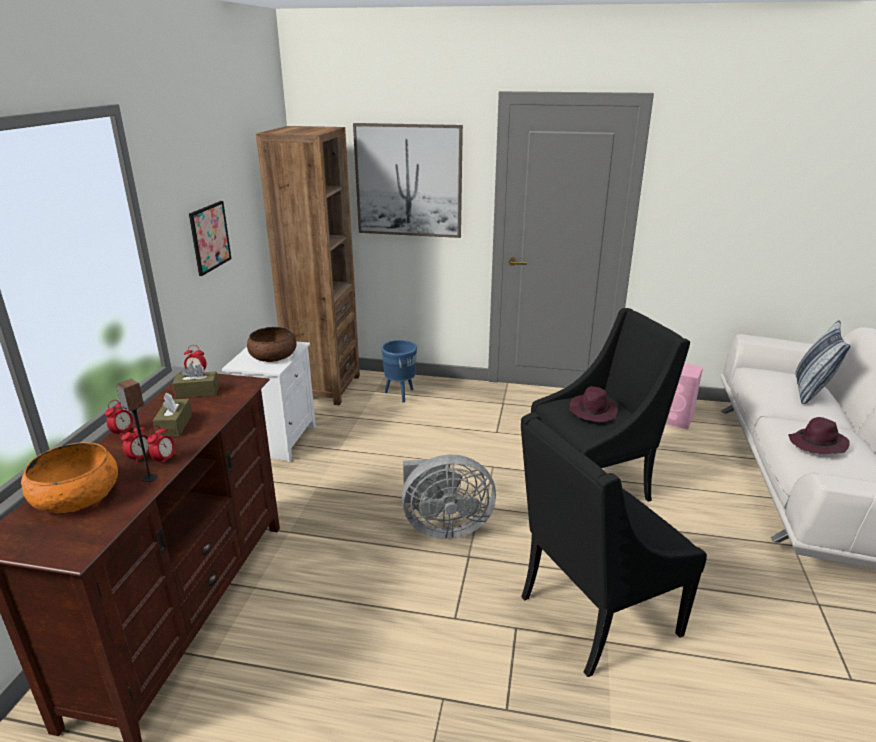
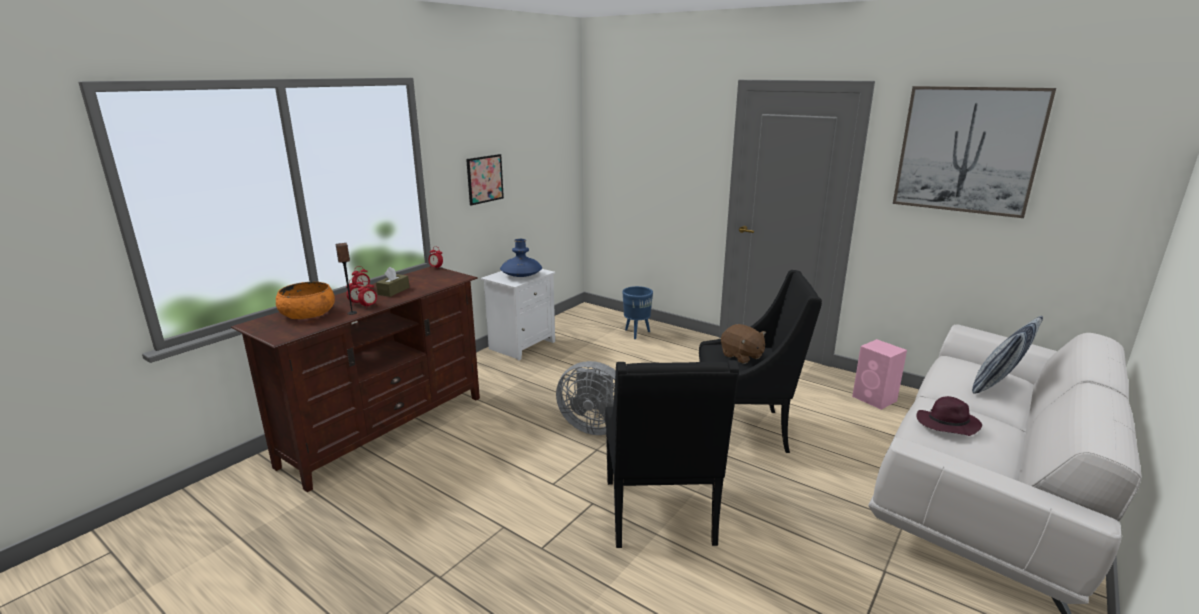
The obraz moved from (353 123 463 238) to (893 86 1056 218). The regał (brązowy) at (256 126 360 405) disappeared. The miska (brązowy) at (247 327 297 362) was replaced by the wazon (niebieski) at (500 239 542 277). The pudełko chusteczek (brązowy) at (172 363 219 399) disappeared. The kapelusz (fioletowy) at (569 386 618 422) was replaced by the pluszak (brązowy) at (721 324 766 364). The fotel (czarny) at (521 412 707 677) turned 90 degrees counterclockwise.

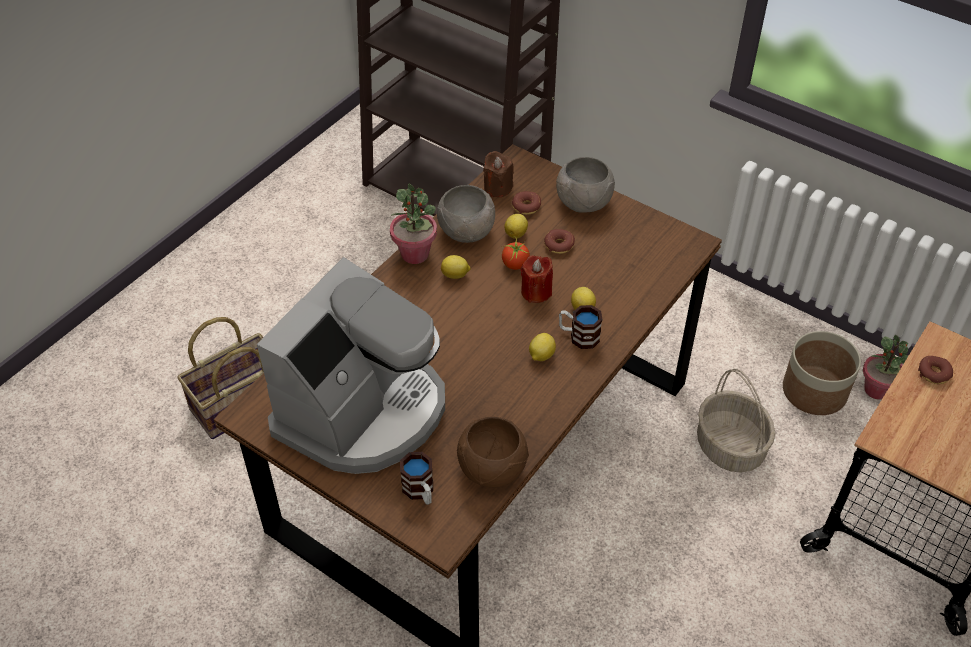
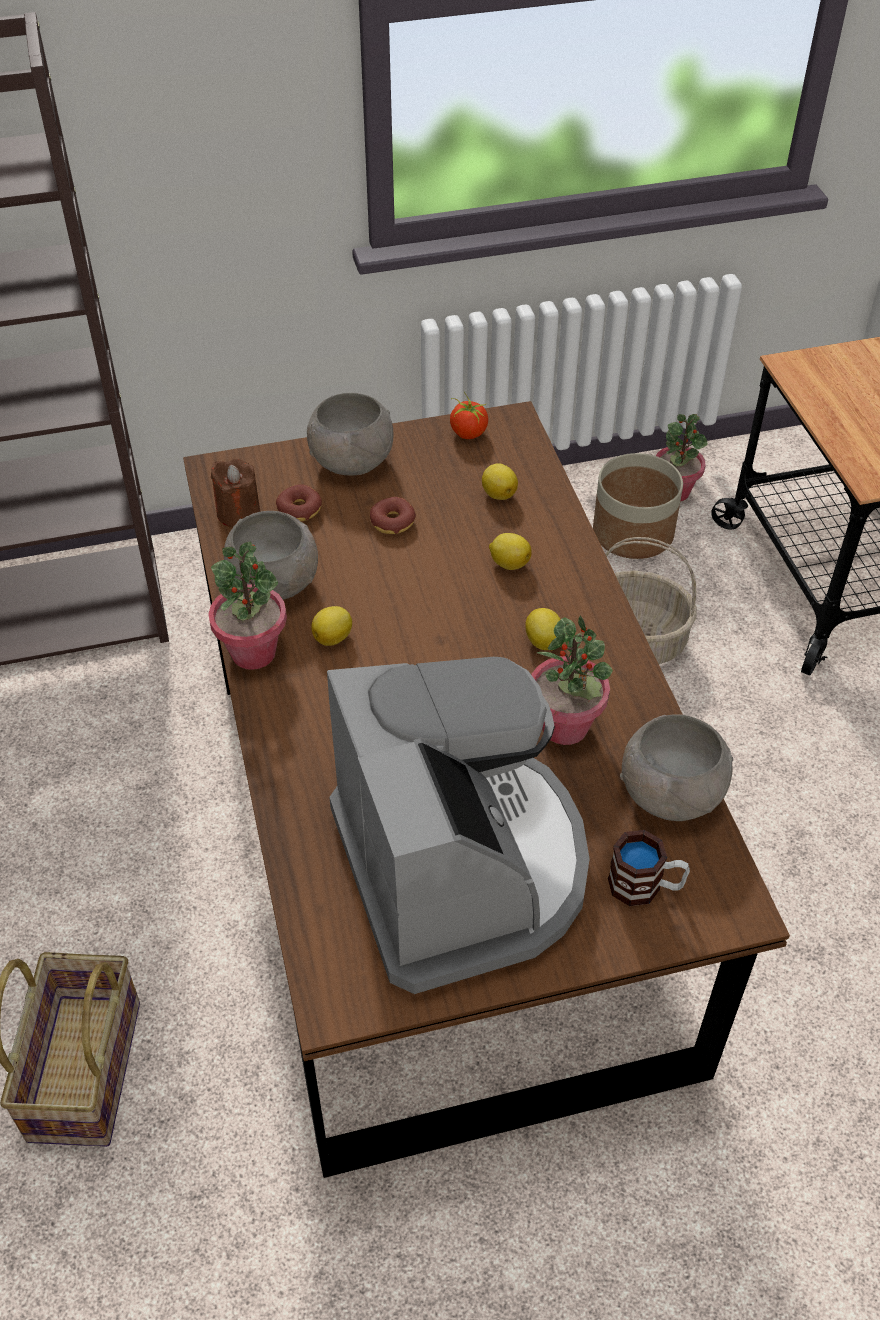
The cytryna moved from (504 214 528 239) to (482 463 518 500). The pomidor moved from (502 236 530 270) to (450 391 488 439). The świeca (czerwony) at (520 255 553 303) disappeared. The kubek at (559 305 602 349) disappeared. The donut at (918 356 953 384) disappeared. The miska (brązowy) at (457 417 529 488) became the miska (szary) at (620 714 733 821). The roślina doniczkowa at (531 615 613 745) appeared.

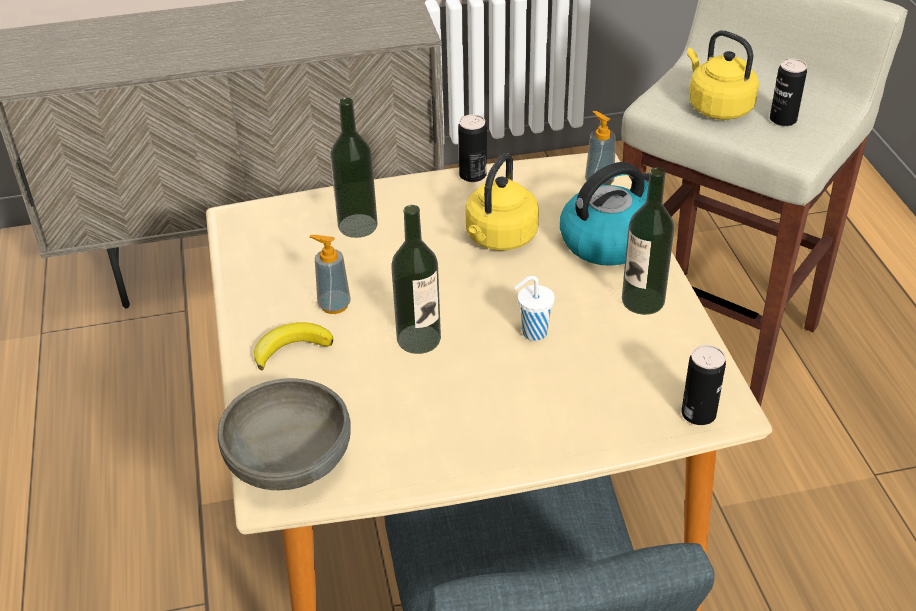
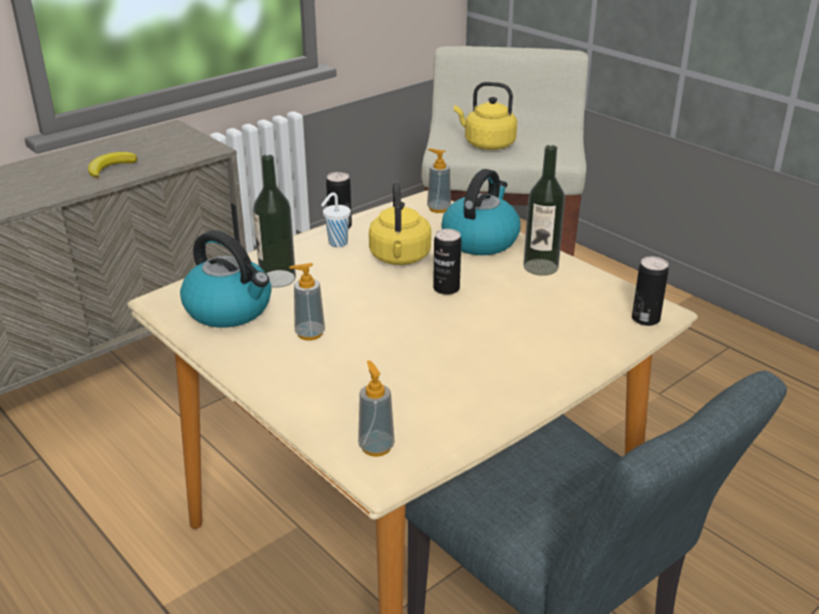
The puszka moved from (770 58 807 126) to (433 229 461 295). The butelka at (391 205 441 354) disappeared. The filiżanka (biały) moved from (514 276 555 341) to (321 192 351 247). The banan moved from (254 322 333 370) to (88 152 137 179). The miska (szary) at (218 378 351 490) was replaced by the dozownik mydła at (358 360 395 457). The czajnik at (180 230 271 328) appeared.

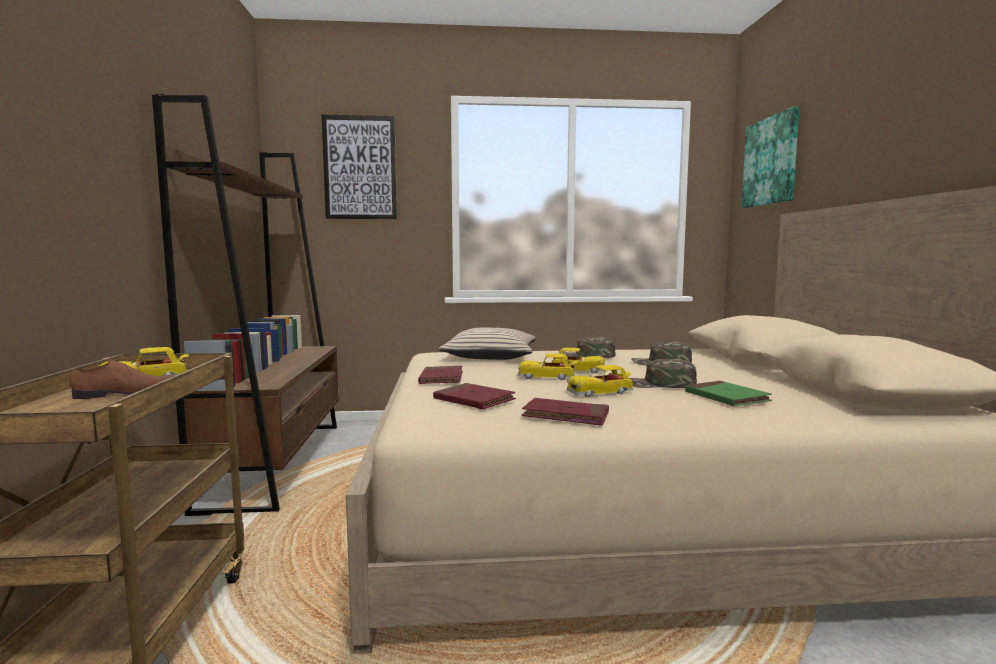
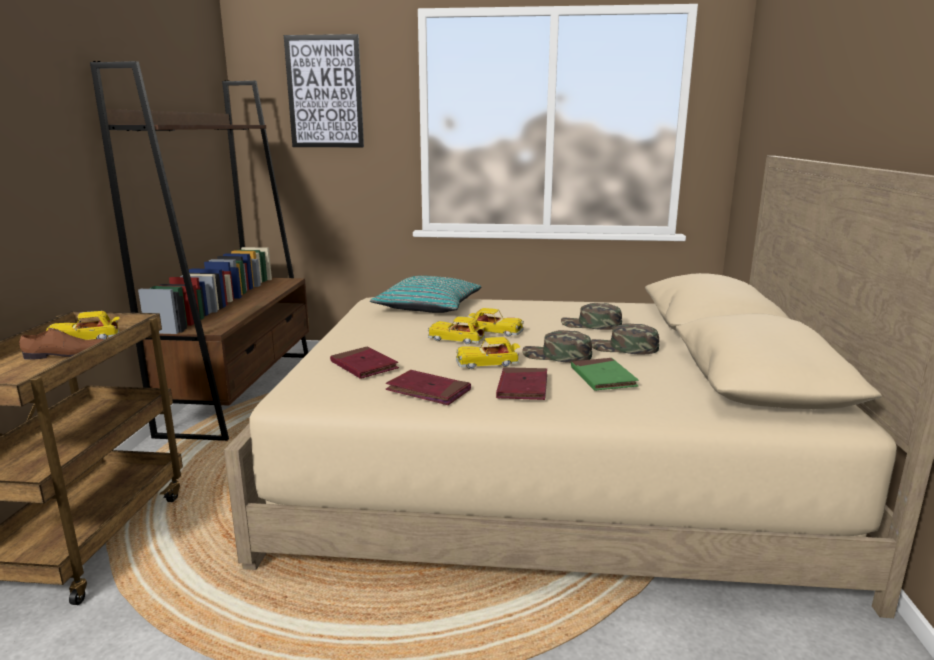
The obraz at (741 106 799 208) disappeared. The poduszka (beżowy) at (438 327 536 360) became the poduszka (turkusowy) at (370 276 481 313). The czapka z daszkiem (zielony) moved from (563 337 616 358) to (591 323 659 355). The książka (czerwony) moved from (418 366 463 384) to (496 367 547 400).

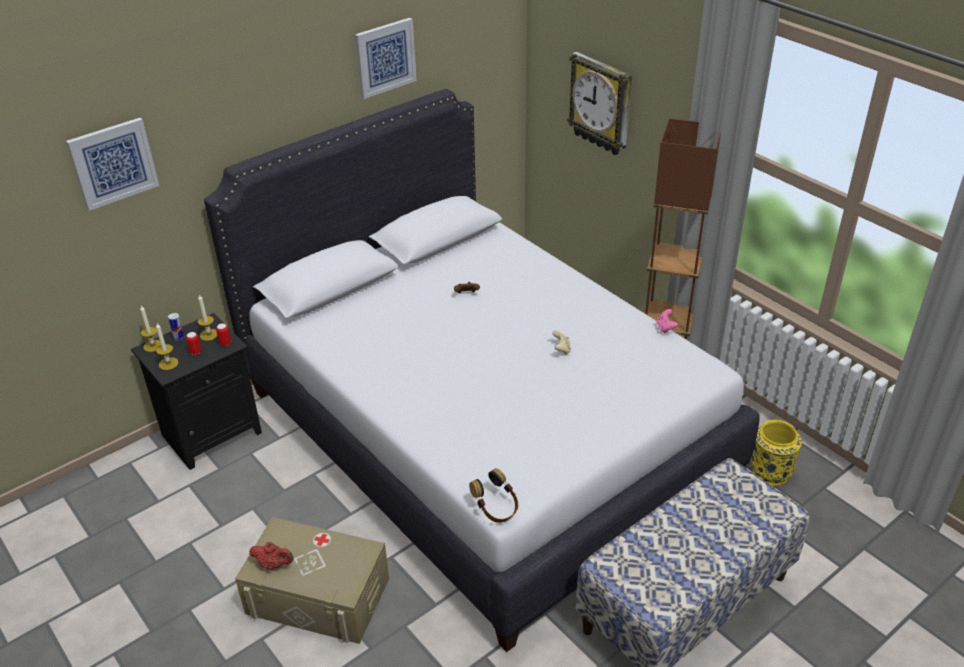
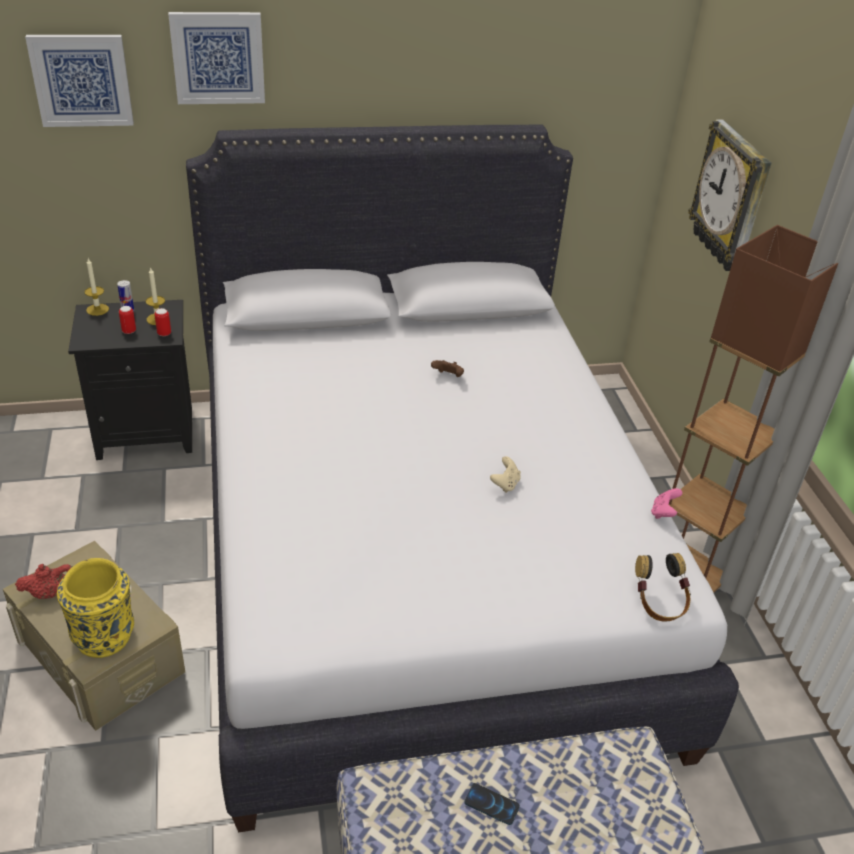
The obraz moved from (355 18 417 99) to (168 12 265 104). The świeca at (156 323 178 370) disappeared. The wazon (żółty) moved from (750 420 802 486) to (57 558 134 658). The słuchawki moved from (469 468 518 523) to (635 553 691 621). The imbryk (czerwony) at (249 542 293 570) turned 60 degrees counterclockwise. The telefon at (464 783 520 825) appeared.

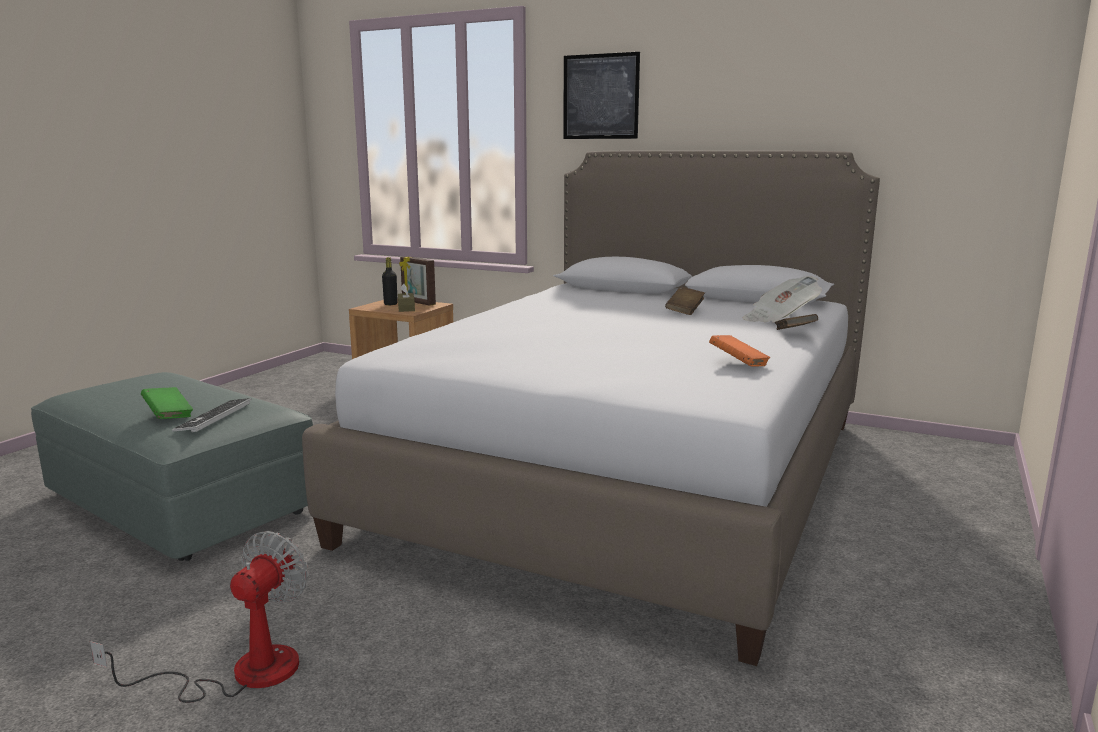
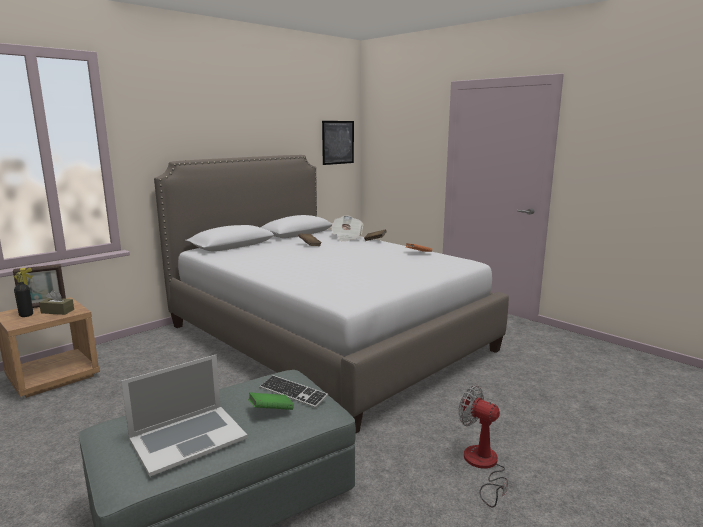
The obraz moved from (563 52 640 139) to (322 121 354 165). The laptop at (121 355 248 476) appeared.

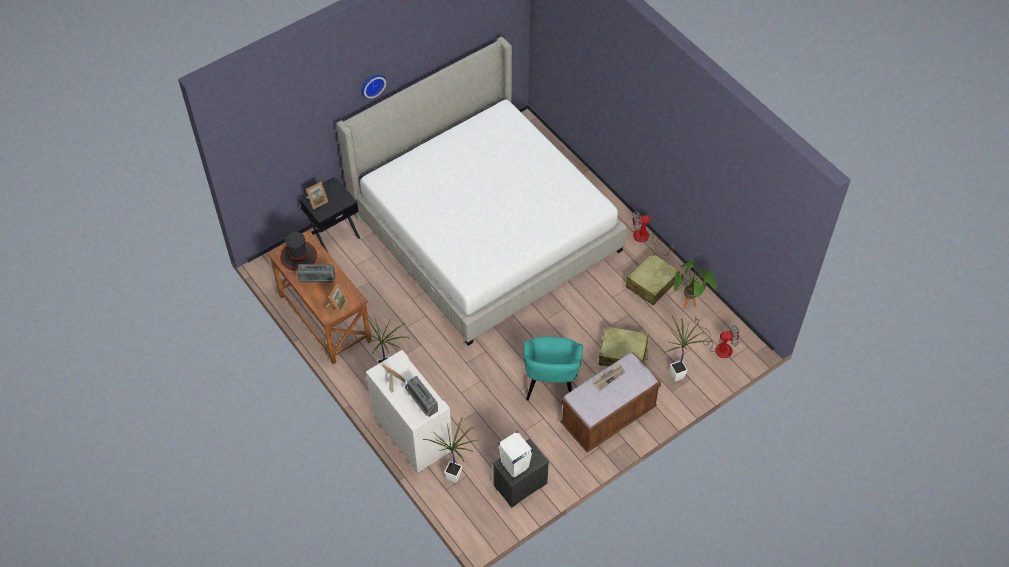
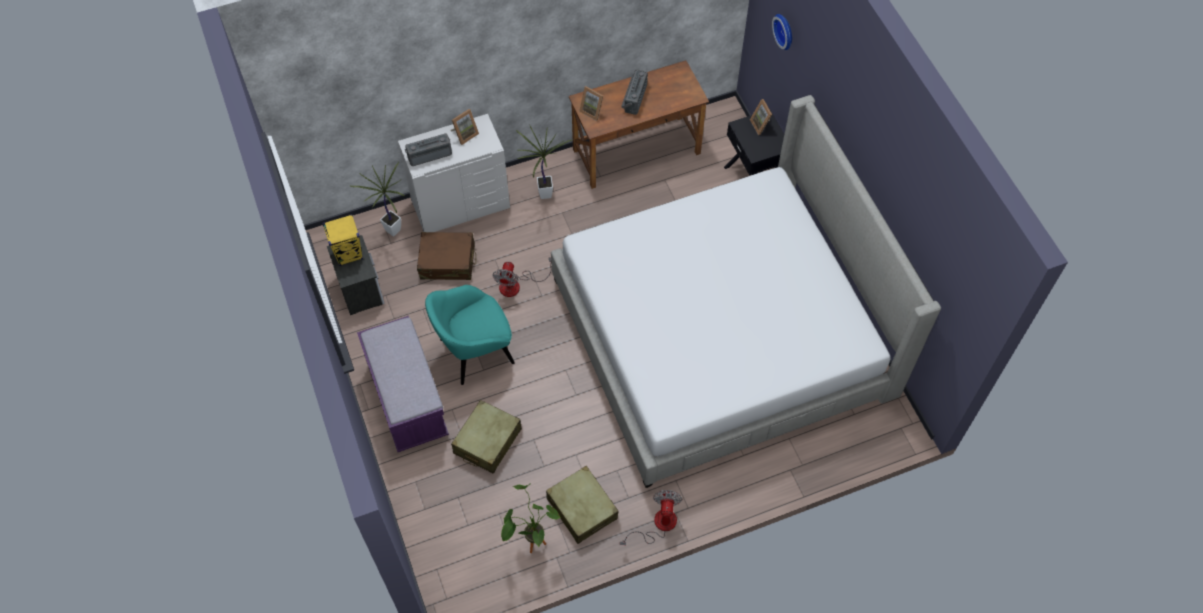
The zegar ścienny moved from (361 74 386 99) to (772 14 792 50). The kapelusz at (280 232 317 271) disappeared. The roślina doniczkowa at (663 316 712 382) disappeared. The wentylator moved from (695 317 740 358) to (492 257 551 297). The fotel (turkusowy) at (524 336 583 400) turned 45 degrees counterclockwise. The ławka (brązowy) at (560 352 661 453) became the ławka (fioletowy) at (357 316 449 452). The gazeta at (592 363 625 391) disappeared. The głośnik (biały) at (498 431 533 479) became the głośnik (żółty) at (322 214 363 266). The walizka (brązowy) at (417 232 476 280) appeared.

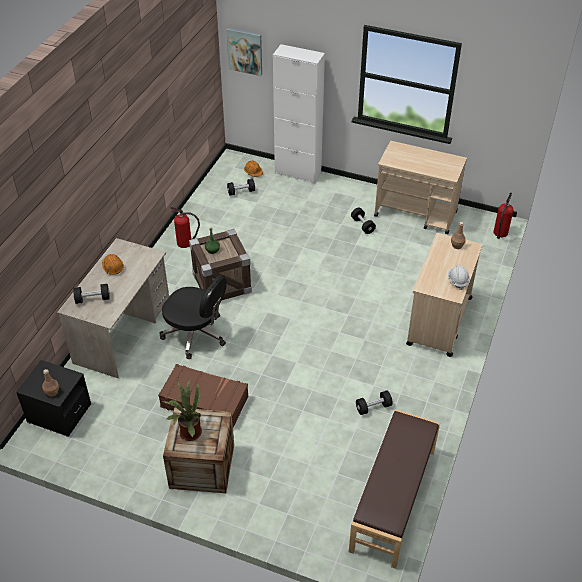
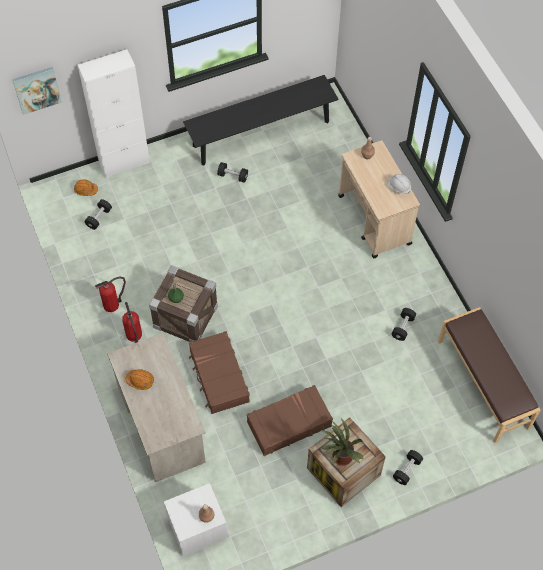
The wózek (beżowy) at (374 141 467 234) was replaced by the ławka (czarny) at (183 75 338 166). The gaśnica moved from (494 193 513 239) to (122 302 142 343). The krzesło biurowe (czarny) at (159 275 227 359) was replaced by the walizka (brązowy) at (189 331 250 414). The hantel (czarny) moved from (73 284 110 304) to (393 450 423 485). The szafka nocna (czarny) at (16 360 91 437) became the szafka nocna (biały) at (164 483 228 556).

